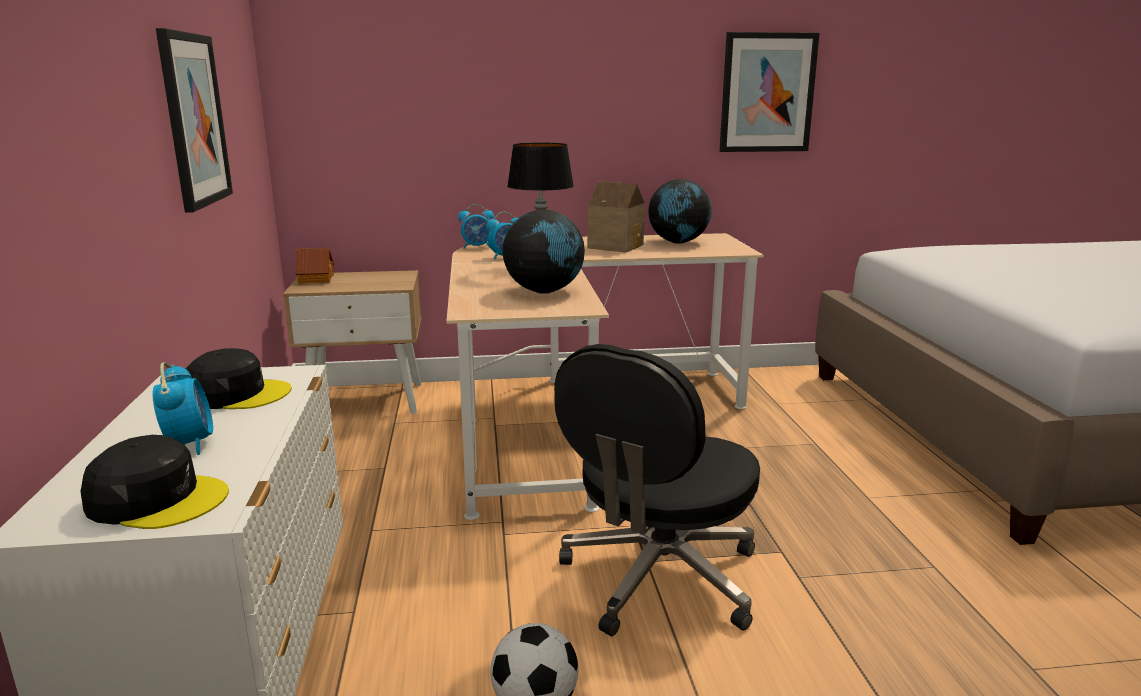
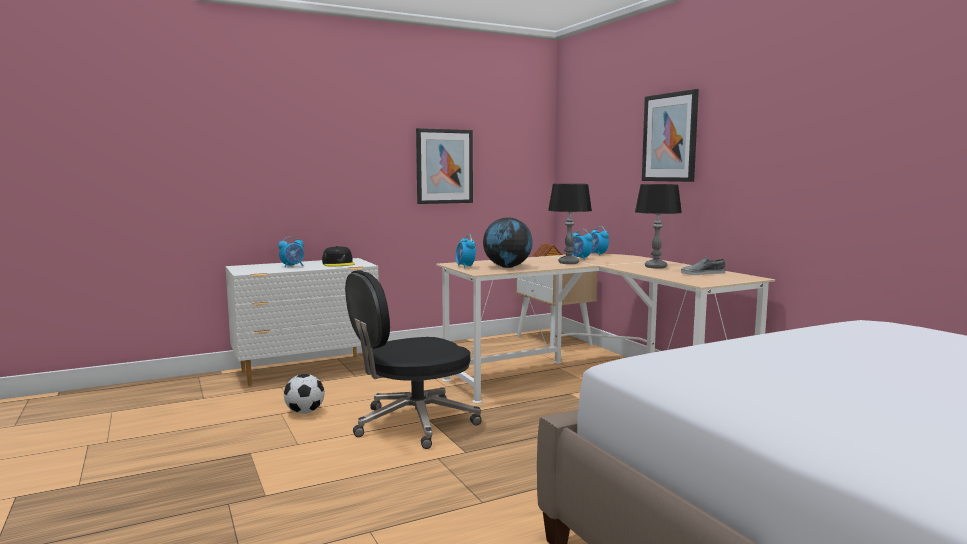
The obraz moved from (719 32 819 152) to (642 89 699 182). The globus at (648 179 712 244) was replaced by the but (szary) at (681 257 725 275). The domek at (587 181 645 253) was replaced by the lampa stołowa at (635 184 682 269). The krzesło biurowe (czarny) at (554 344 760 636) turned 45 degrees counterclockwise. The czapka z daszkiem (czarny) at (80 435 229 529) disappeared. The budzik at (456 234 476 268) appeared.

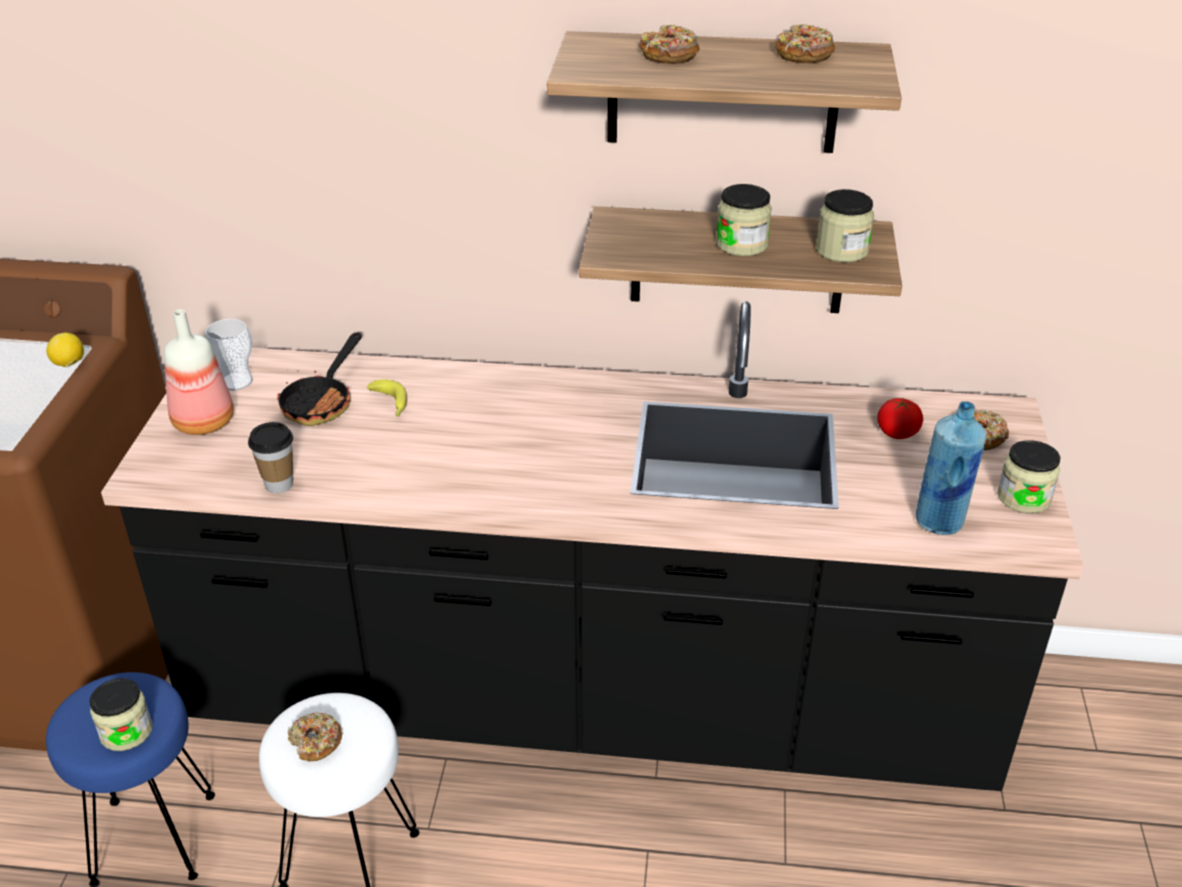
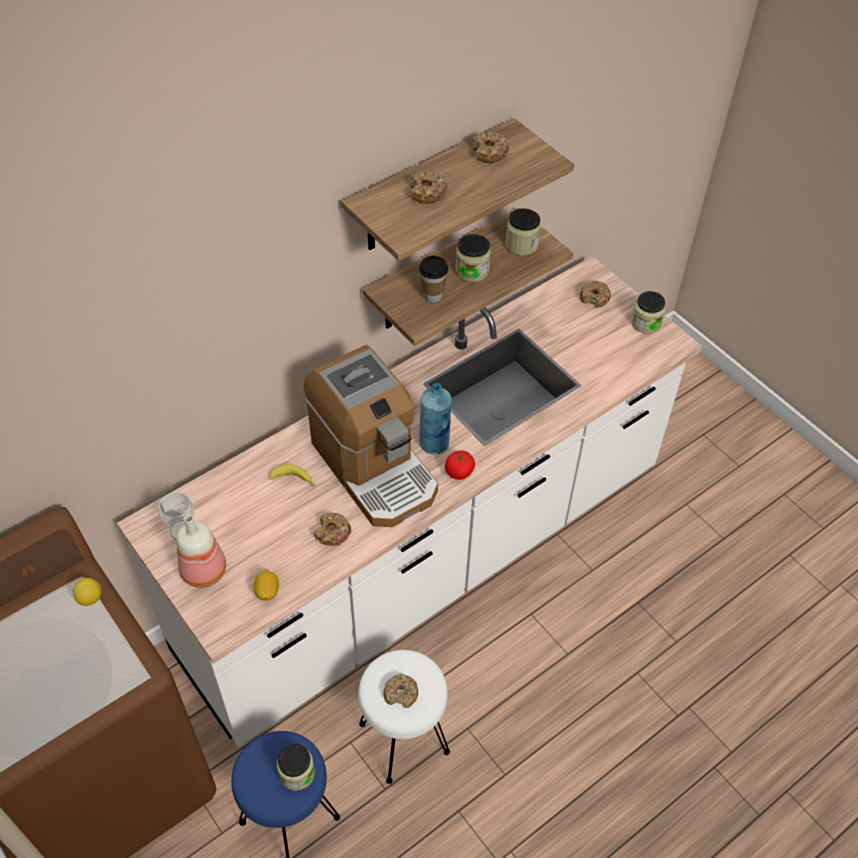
The zabudowa kuchenna (czarny) at (101 301 1083 791) became the zabudowa kuchenna (biały) at (117 256 702 747). The patelnia at (277 333 362 426) disappeared. The pomidor moved from (877 398 923 439) to (445 451 475 480). The butelka (niebieski) moved from (916 401 986 535) to (419 383 452 454). The filiżanka moved from (248 422 293 494) to (419 256 449 303). The ekspres do kawy at (304 345 438 527) appeared. The donut at (314 512 351 546) appeared. The cytryna at (254 569 279 601) appeared.

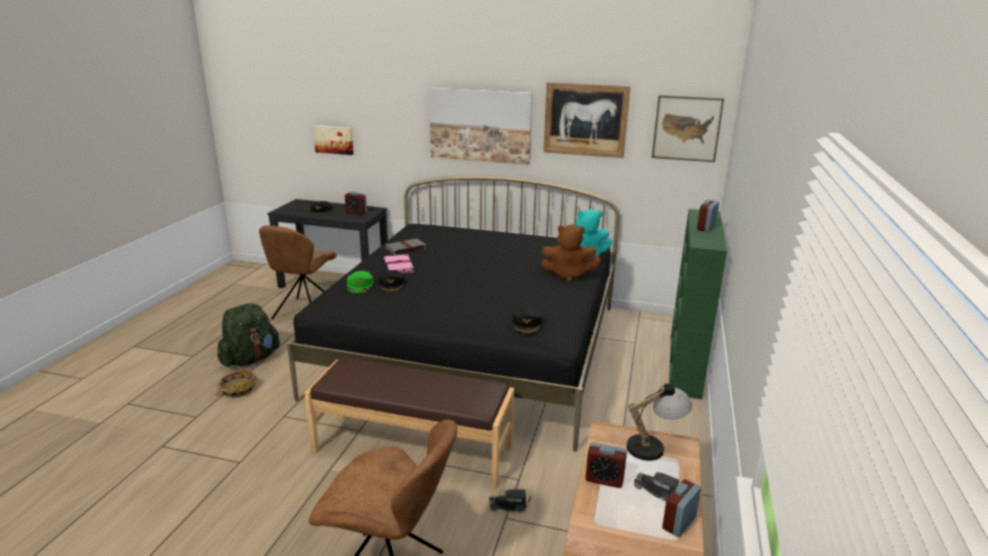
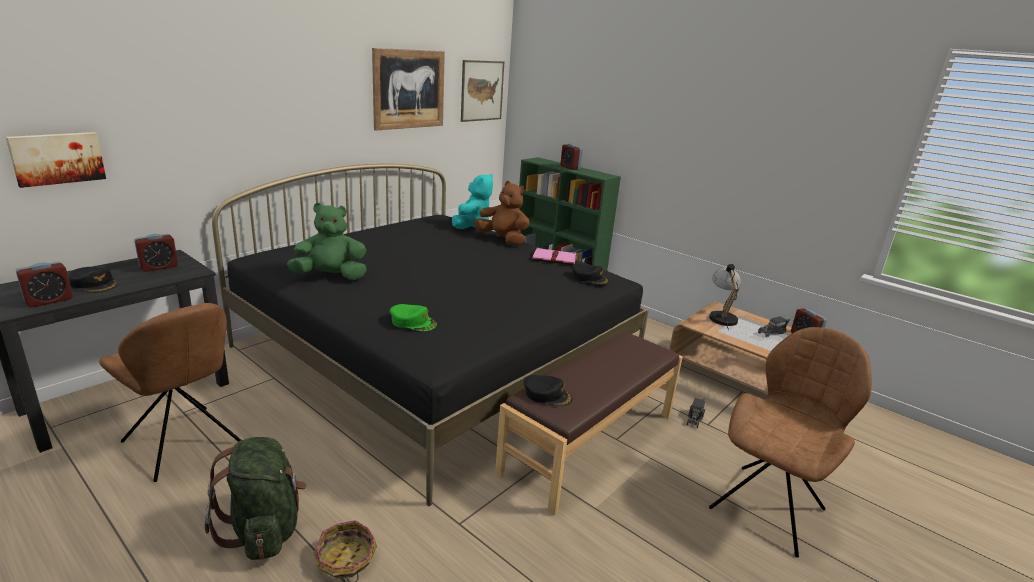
The obraz at (429 87 533 165) disappeared. The pluszak (brązowy) at (541 224 601 282) turned 90 degrees counterclockwise. The książka (szary) at (384 238 426 255) was replaced by the pluszak (zielony) at (287 203 367 280). The książka (różowy) moved from (384 254 415 274) to (532 248 579 265). The czapka z daszkiem (czarny) moved from (378 270 405 292) to (524 375 573 406). The budzik moved from (586 442 627 488) to (16 262 73 308).

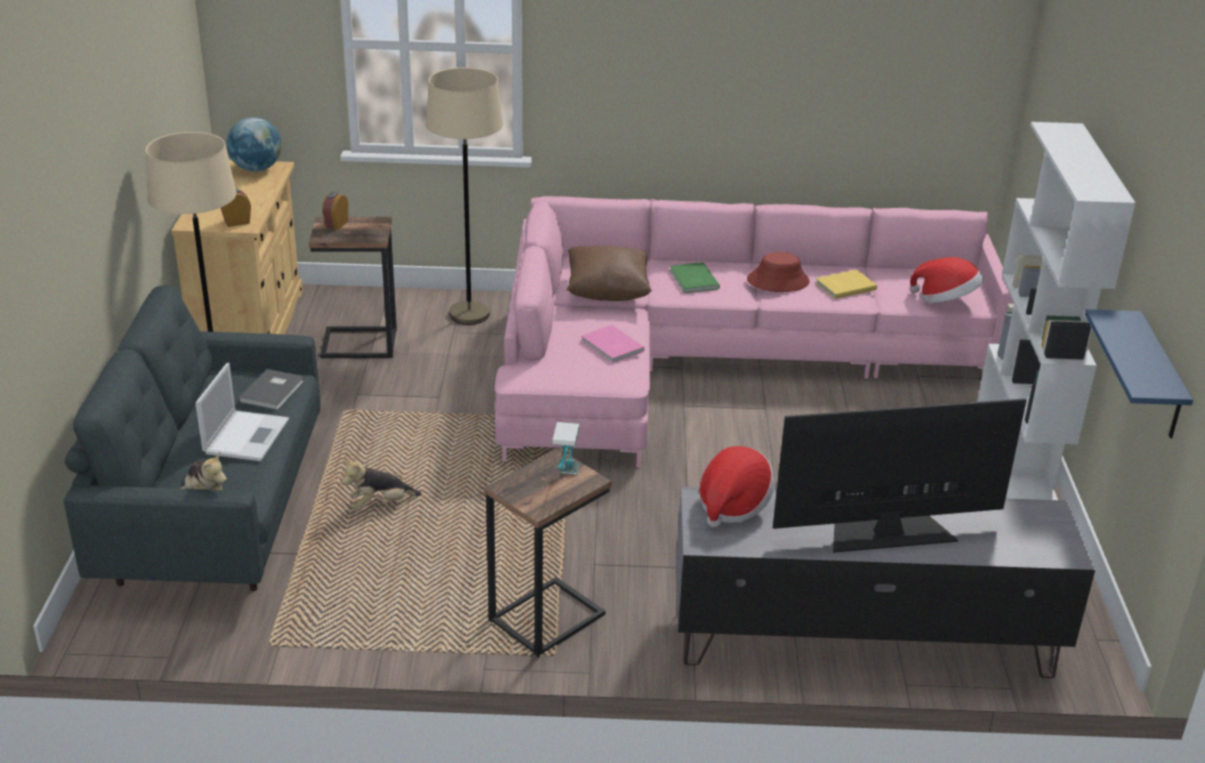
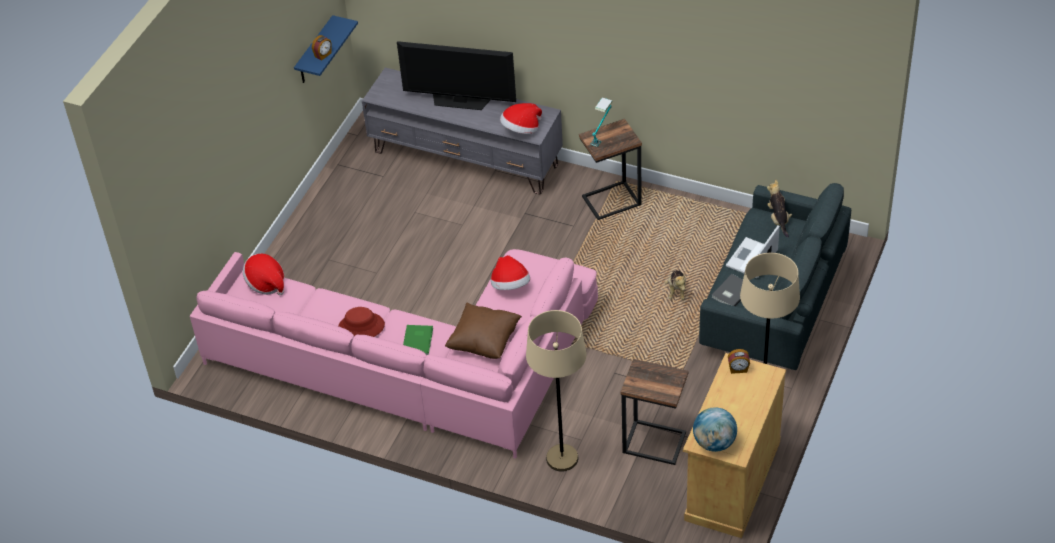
The regał (biały) at (977 122 1136 500) disappeared. The budzik moved from (322 192 348 230) to (312 35 332 61). The książka (żółty) at (816 269 877 299) disappeared. The książka (różowy) at (581 325 645 363) was replaced by the kapelusz at (491 255 530 290). The pluszak at (342 460 422 509) turned 90 degrees clockwise.

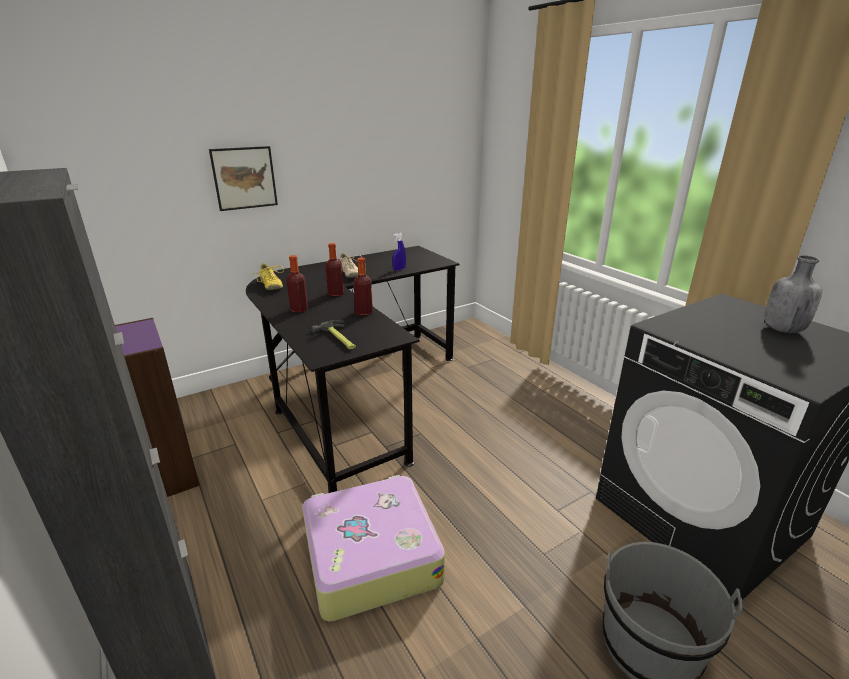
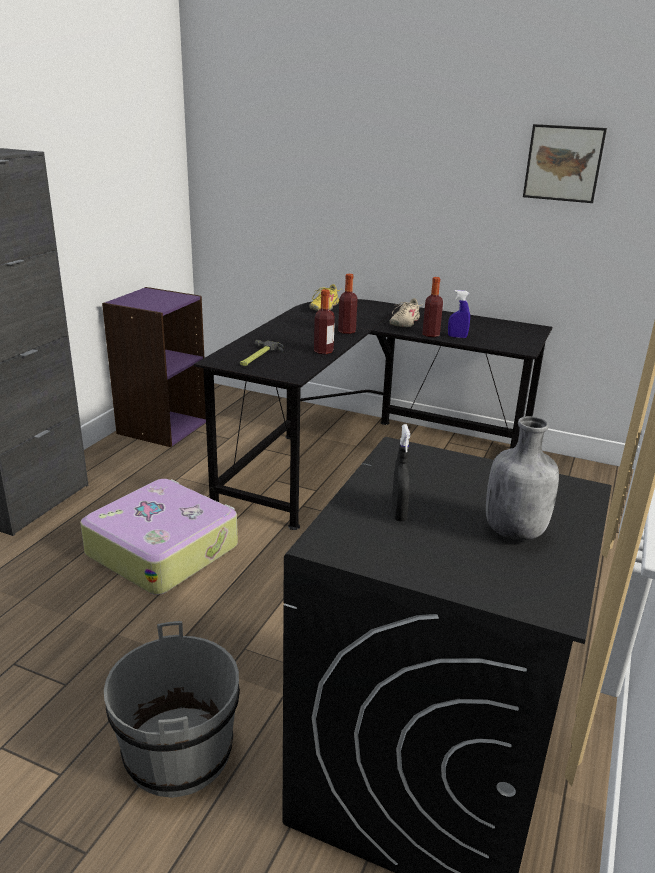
The obraz moved from (209 146 278 211) to (523 124 607 203). The butelka moved from (286 255 308 313) to (422 277 443 337). The spryskiwacz (czarny) at (392 424 410 521) appeared.

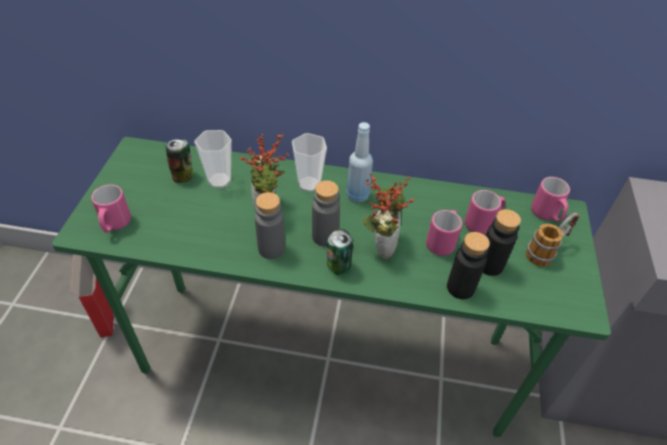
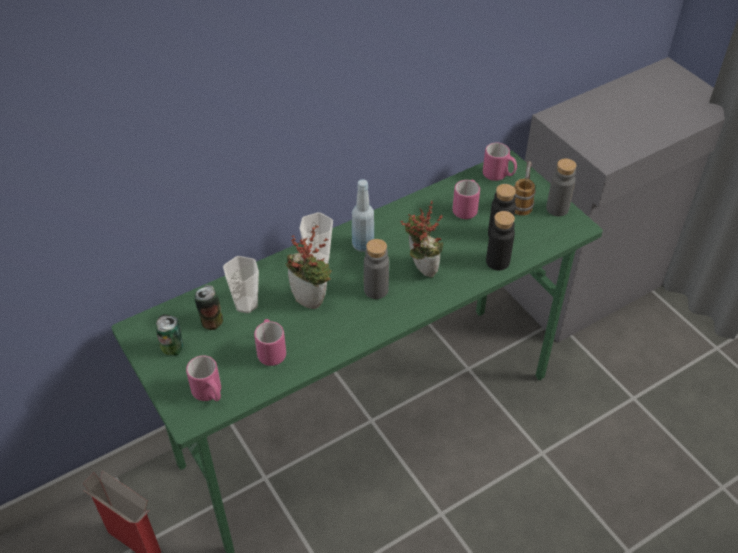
The butelka (szary) moved from (255 192 285 259) to (546 158 577 216). The kubek (różowy) moved from (426 210 462 256) to (254 319 286 366). The puszka moved from (326 229 354 275) to (156 314 184 355).

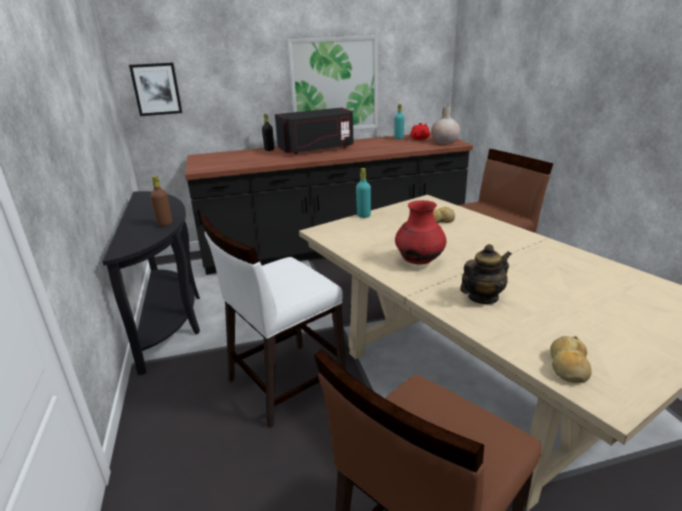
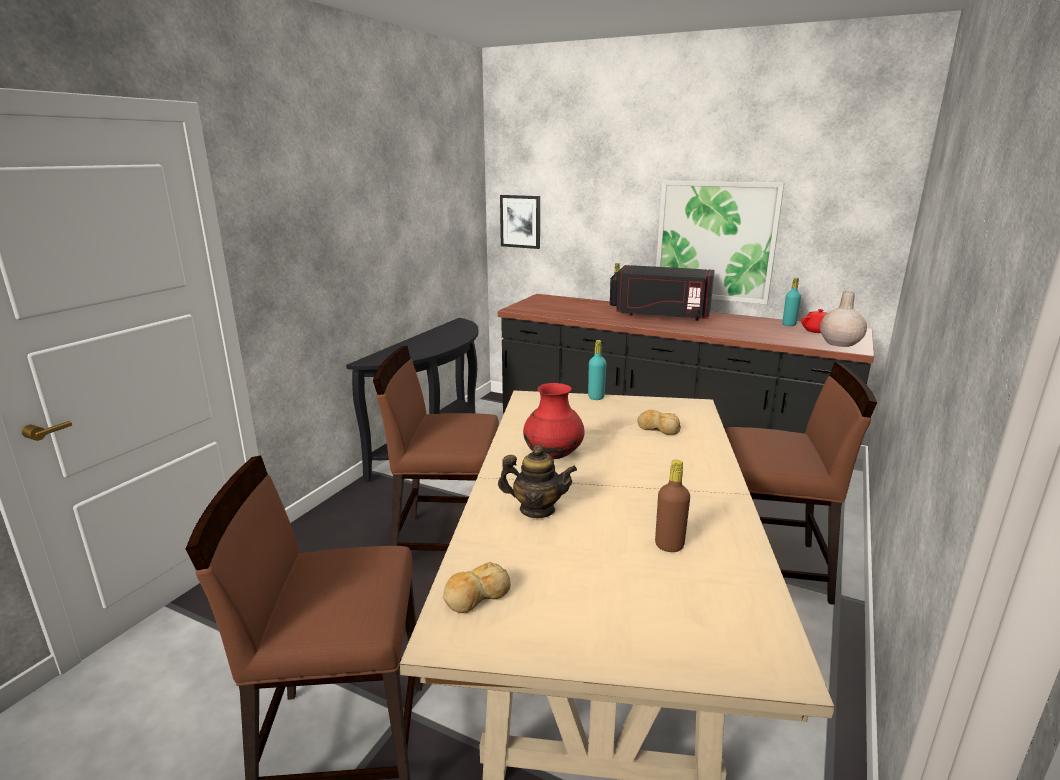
The butelka (brązowy) moved from (150 176 172 226) to (655 460 690 552). The krzesło (biały) at (200 216 346 428) became the krzesło (brązowy) at (373 346 499 551).

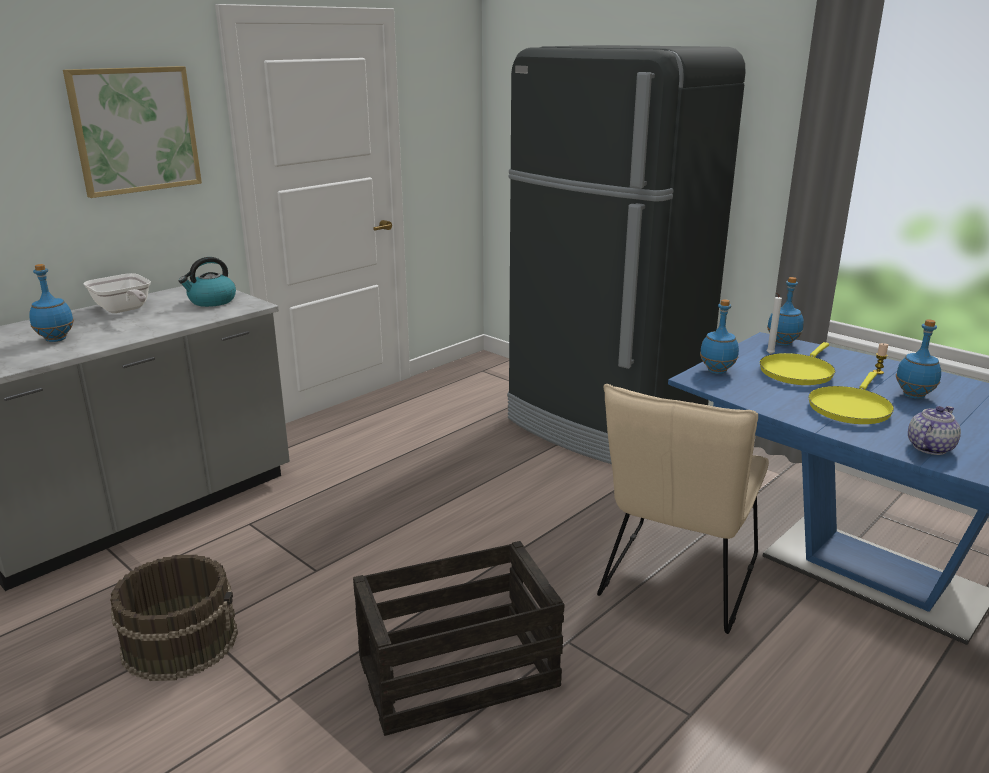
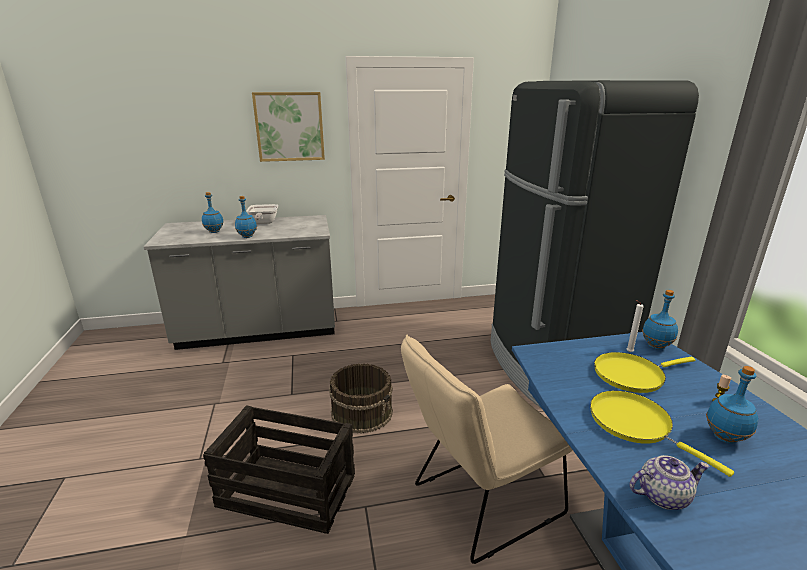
The czajnik at (178 257 236 307) disappeared. The butelka (niebieski) moved from (700 299 739 374) to (235 196 257 238). The patelnia (żółty) at (809 372 894 424) turned 75 degrees clockwise. The wiadro (brązowy) moved from (110 555 238 681) to (329 363 393 433).

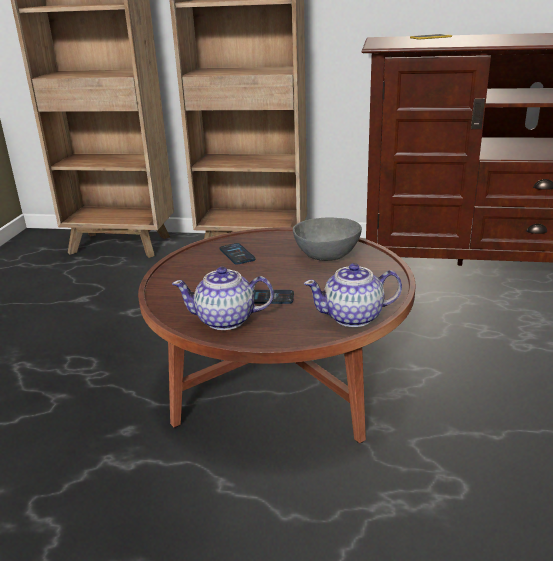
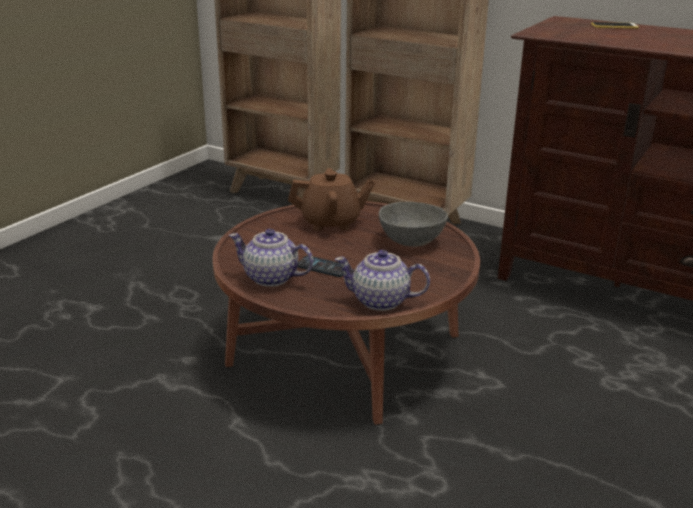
The telefon at (219 243 256 264) was replaced by the imbryk (brązowy) at (288 168 375 231).

